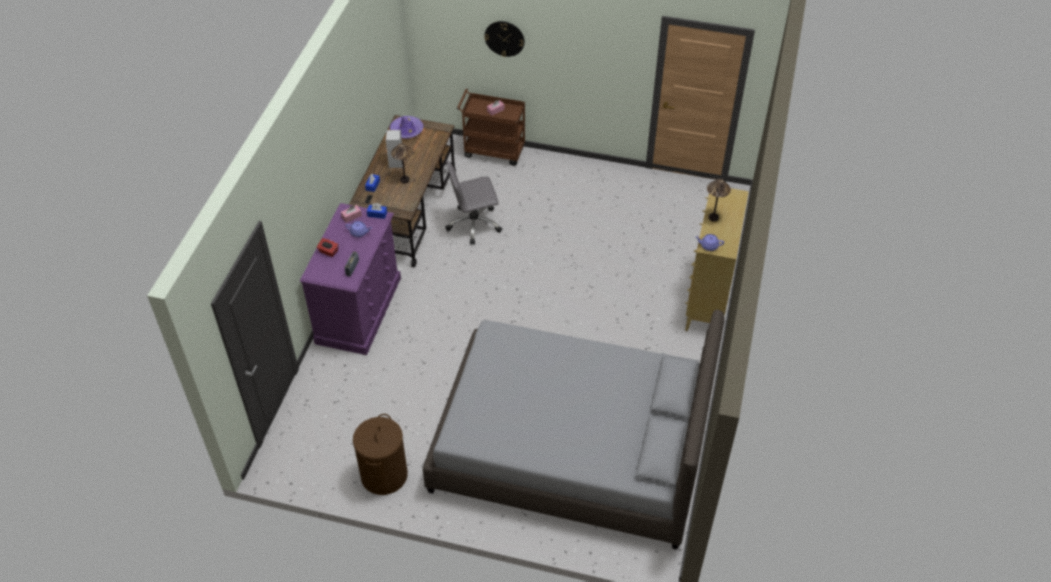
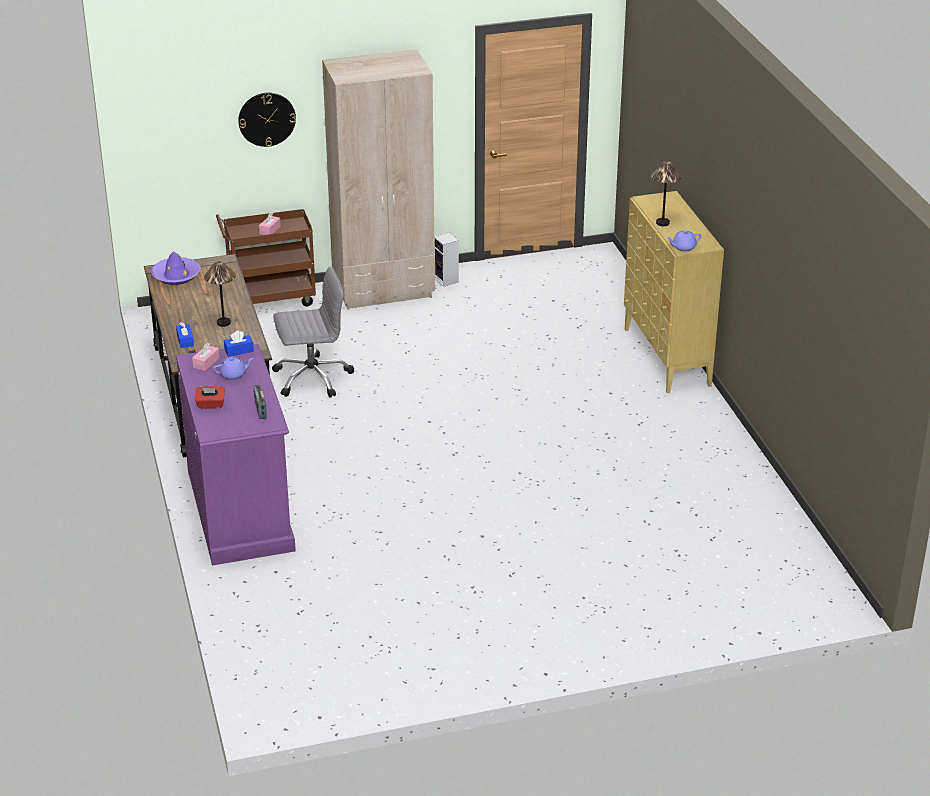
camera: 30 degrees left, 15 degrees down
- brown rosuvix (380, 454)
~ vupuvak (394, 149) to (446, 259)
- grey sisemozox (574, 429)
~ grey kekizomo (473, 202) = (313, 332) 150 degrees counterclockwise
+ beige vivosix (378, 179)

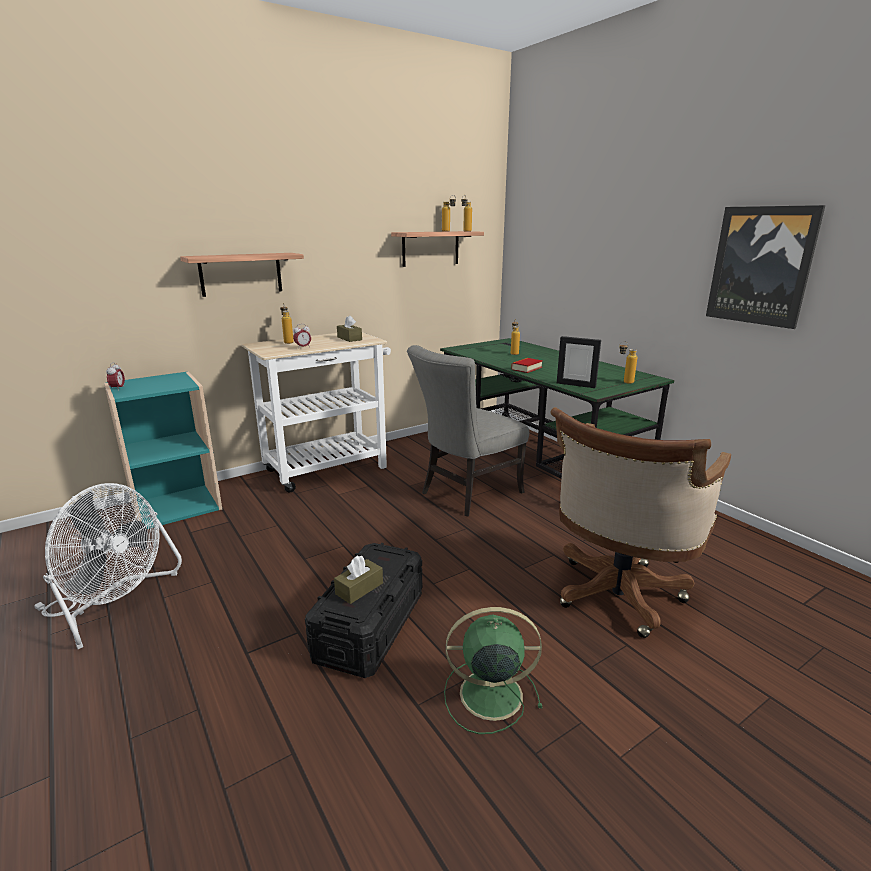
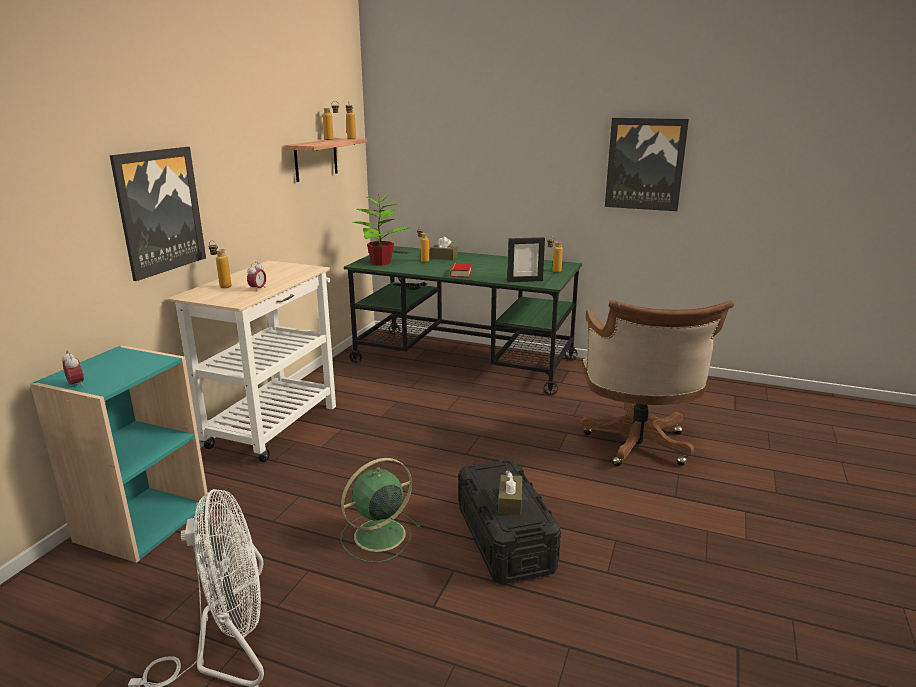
camera: 35 degrees left, 0 degrees up
~ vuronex (242, 275) to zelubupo (158, 214)
~ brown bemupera (349, 328) to (444, 248)
- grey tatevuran (468, 431)
~ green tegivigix (493, 670) to (380, 510)
+ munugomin (381, 230)

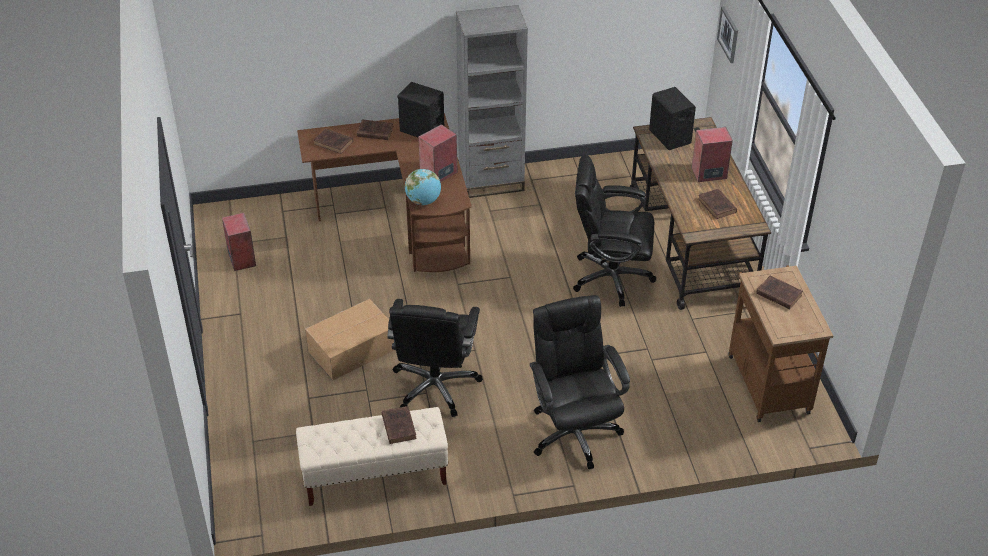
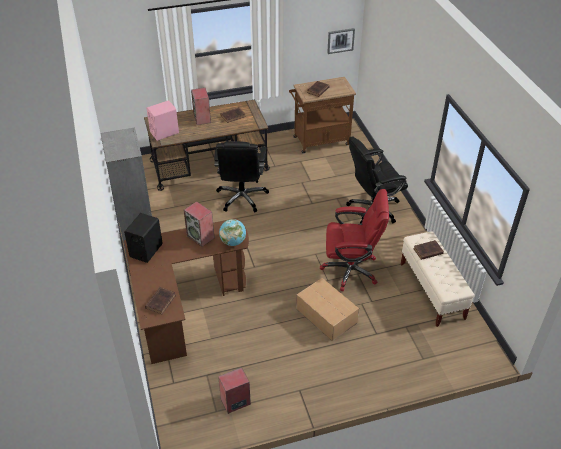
camera: 95 degrees left, 0 degrees up
- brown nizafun (375, 129)
~ black kekizomo (435, 358) to red kekizomo (354, 240)
~ black vupuvak (672, 118) to pink vupuvak (162, 120)
~ zelubupo (727, 35) to (341, 41)

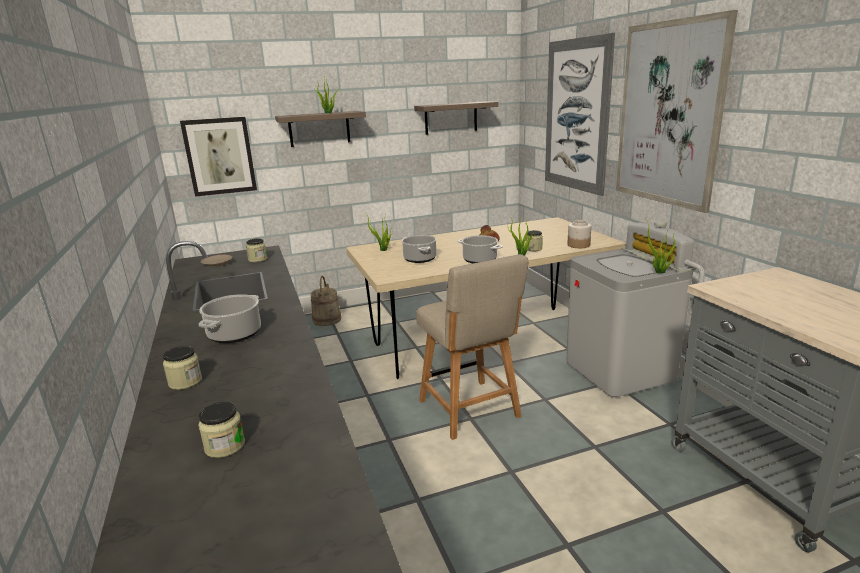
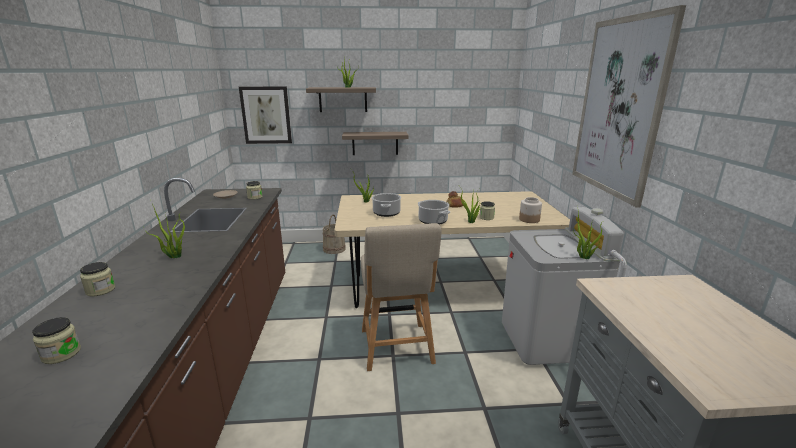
camera: 15 degrees right, 0 degrees up
~ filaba (230, 318) to munugomin (164, 228)
~ vuronex (456, 118) to (375, 143)
- zelubupo (580, 114)

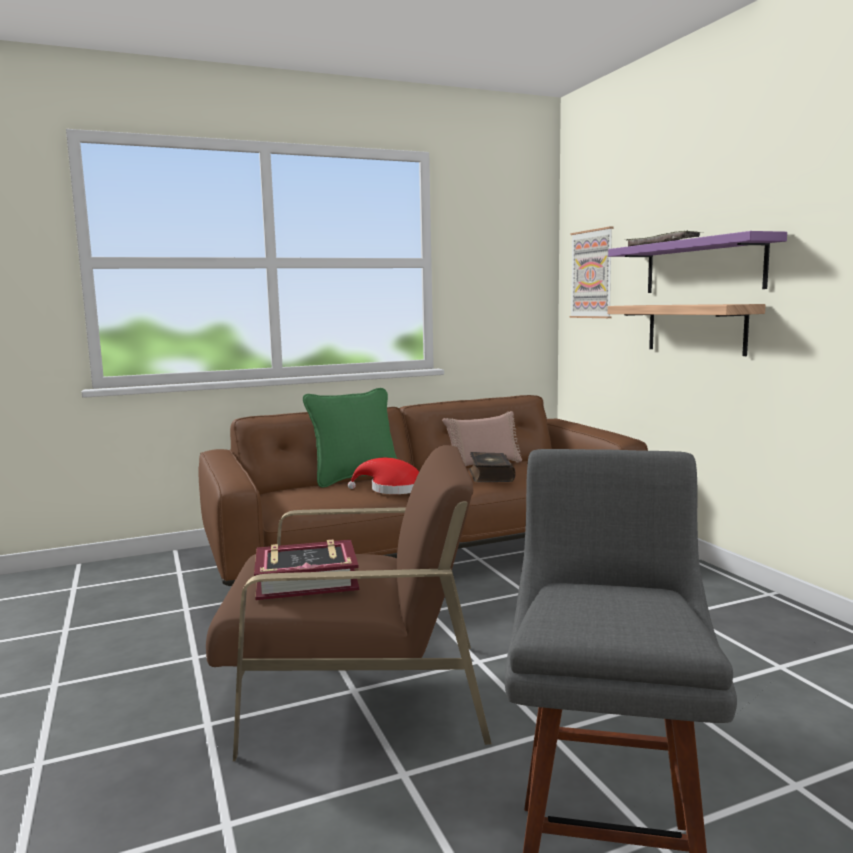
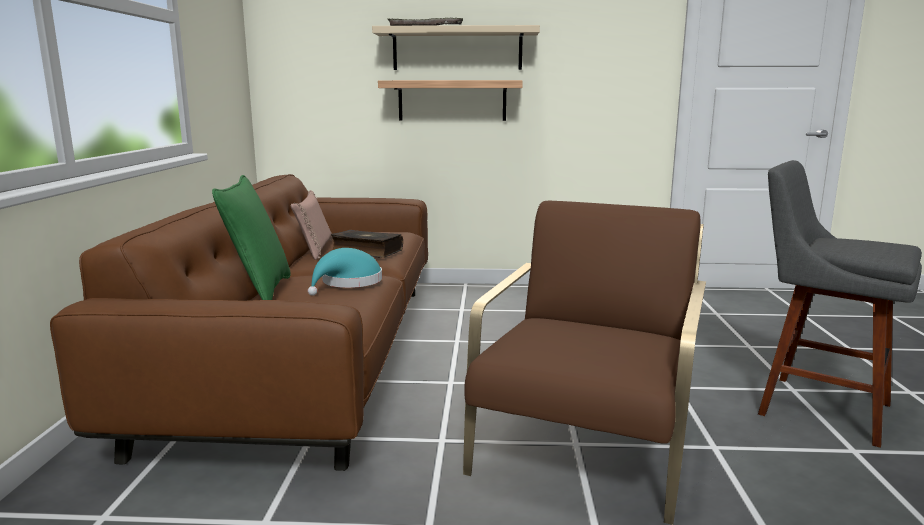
camera: 65 degrees left, 5 degrees up
- nizafun (306, 570)
~ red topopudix (383, 476) to turquoise topopudix (345, 272)
- zelubupo (592, 272)
~ purple vuronex (697, 262) to beige vuronex (456, 47)

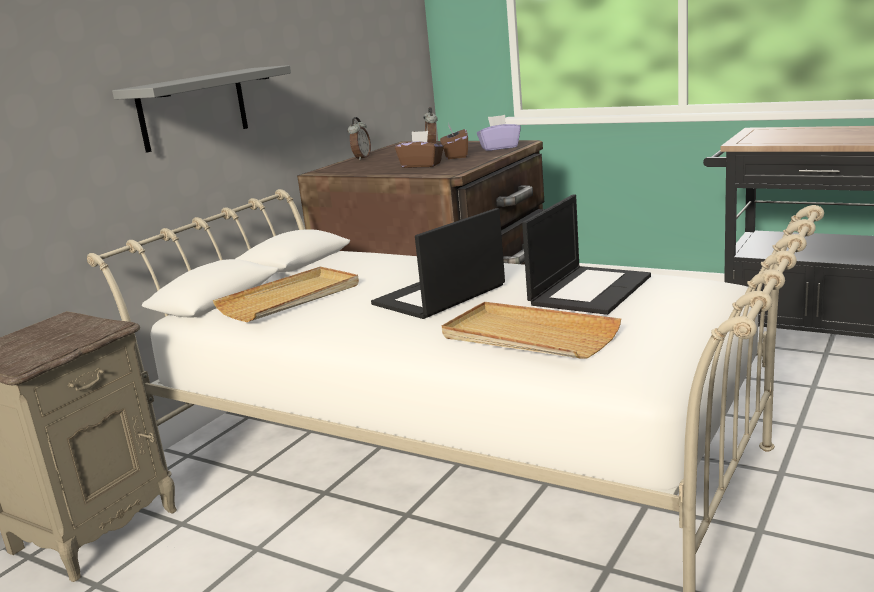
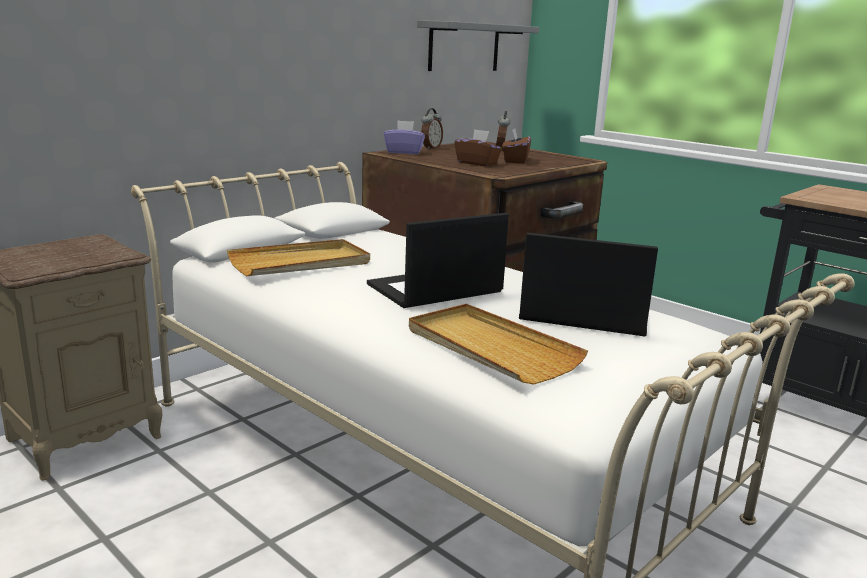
camera: 10 degrees right, 0 degrees up
~ grey vuronex (201, 109) to (478, 45)
~ purple bemupera (499, 133) to (404, 137)
~ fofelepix (586, 255) = (588, 284) 120 degrees counterclockwise

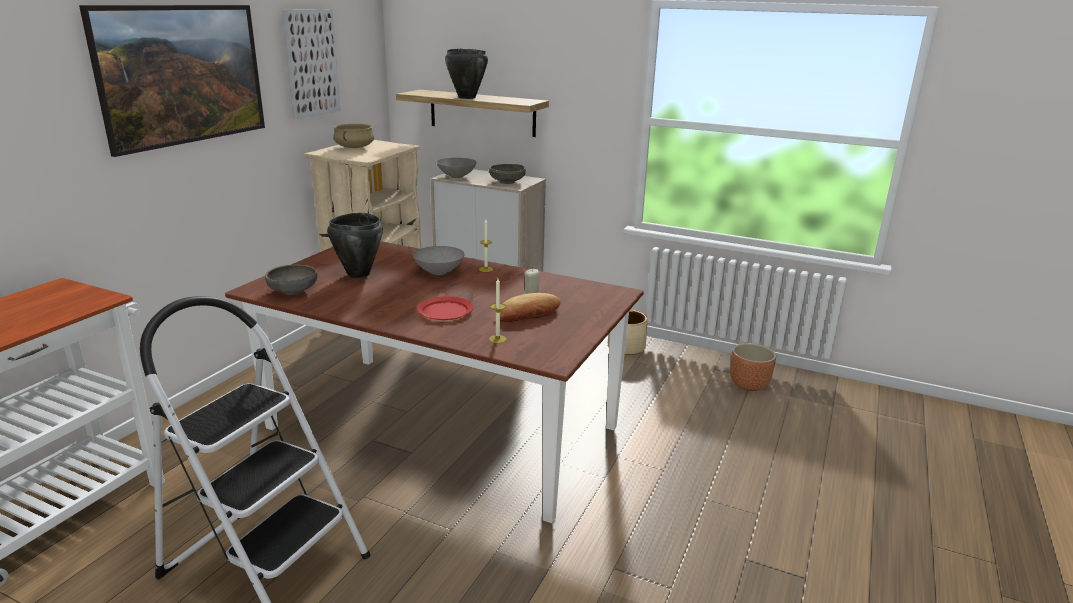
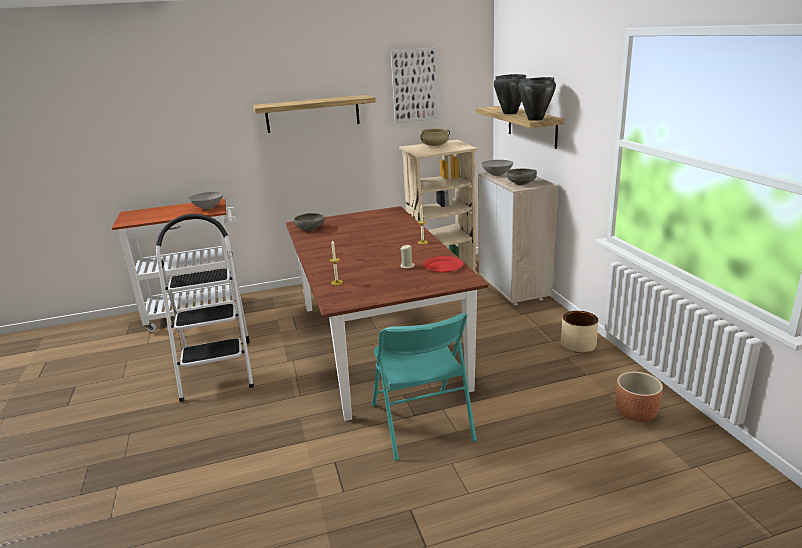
camera: 50 degrees right, 0 degrees up
~ zelubupo (172, 81) to vuronex (314, 114)
~ black filaba (355, 245) to (537, 99)
~ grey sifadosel (438, 260) to (206, 201)
~ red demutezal (445, 308) to (443, 264)
- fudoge (530, 307)
+ turquoise tatevuran (424, 387)

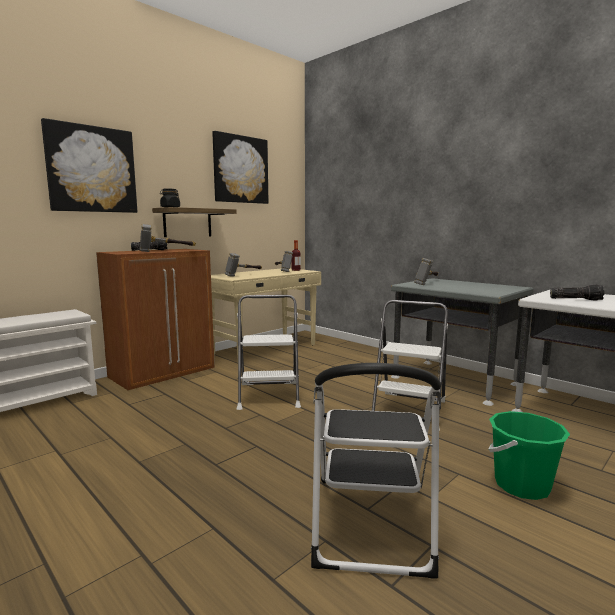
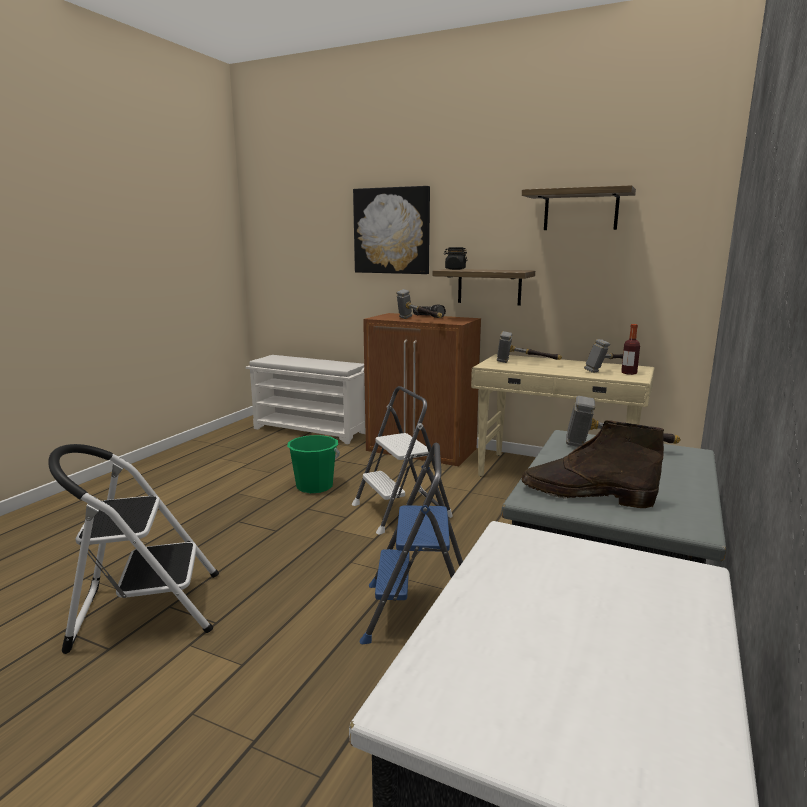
camera: 70 degrees right, 5 degrees up
~ zelubupo (240, 167) to vuronex (579, 207)
~ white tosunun (410, 365) to blue tosunun (411, 543)
~ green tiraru (529, 455) to (313, 464)
- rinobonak (577, 293)
+ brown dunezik (593, 464)

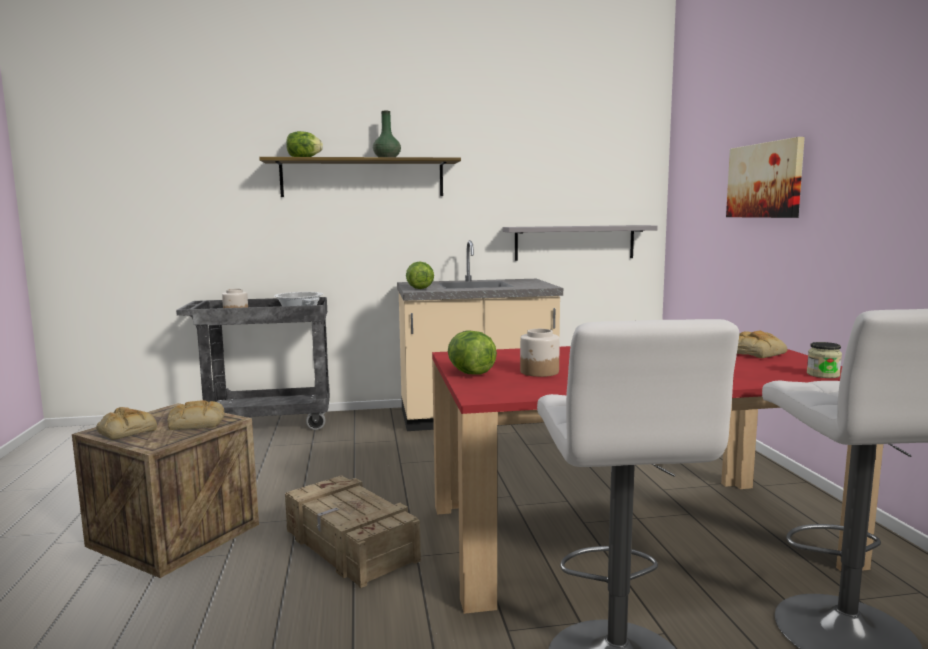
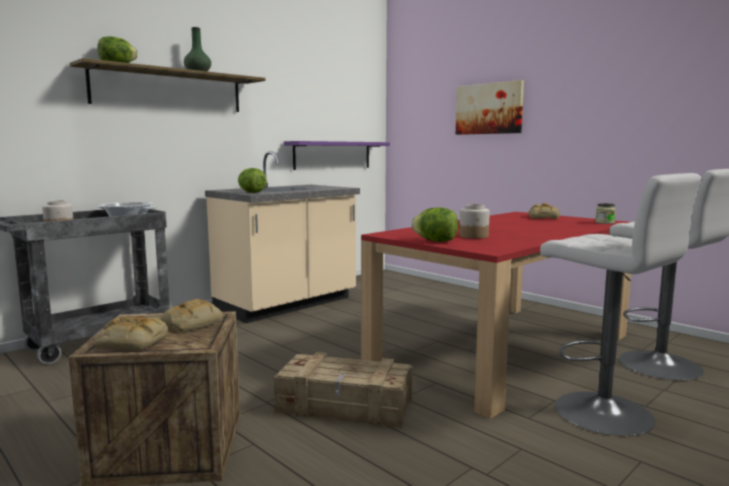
camera: 35 degrees left, 0 degrees up
~ grey vuronex (580, 243) to purple vuronex (337, 155)

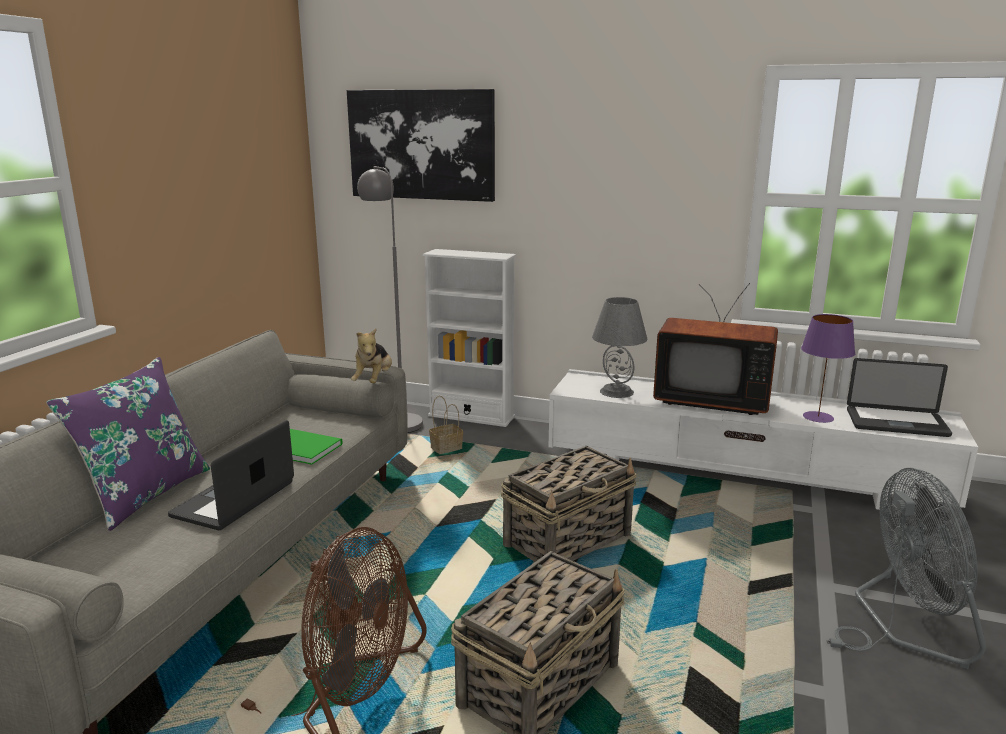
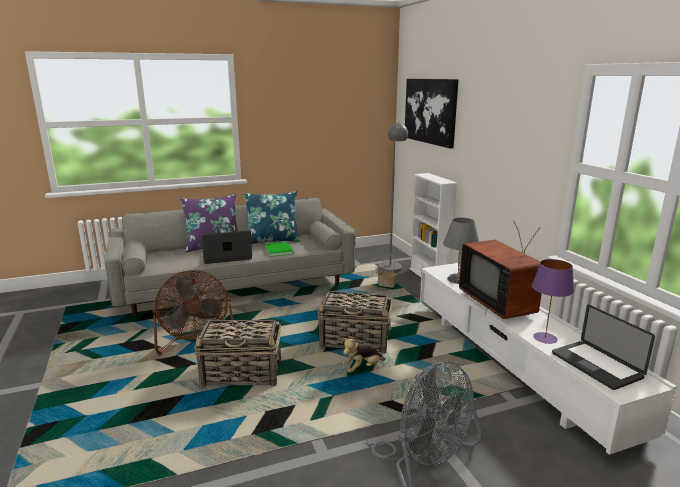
camera: 50 degrees right, 0 degrees up
~ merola (371, 355) to (363, 355)
+ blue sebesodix (272, 217)

